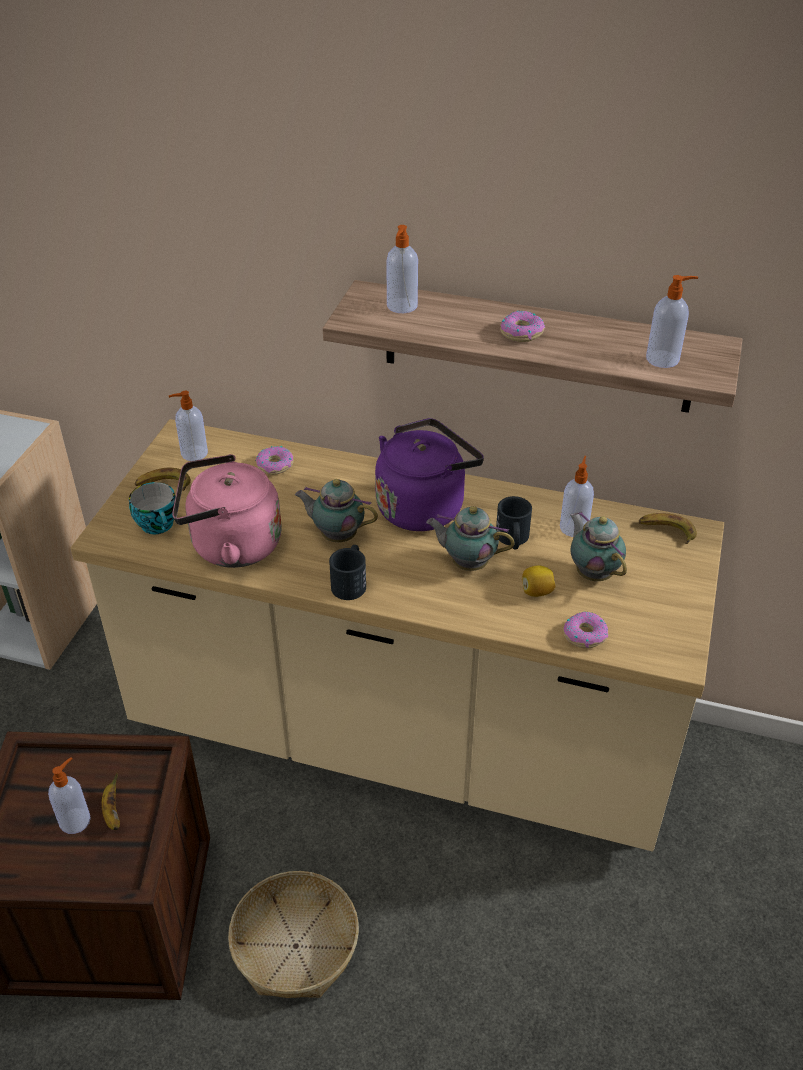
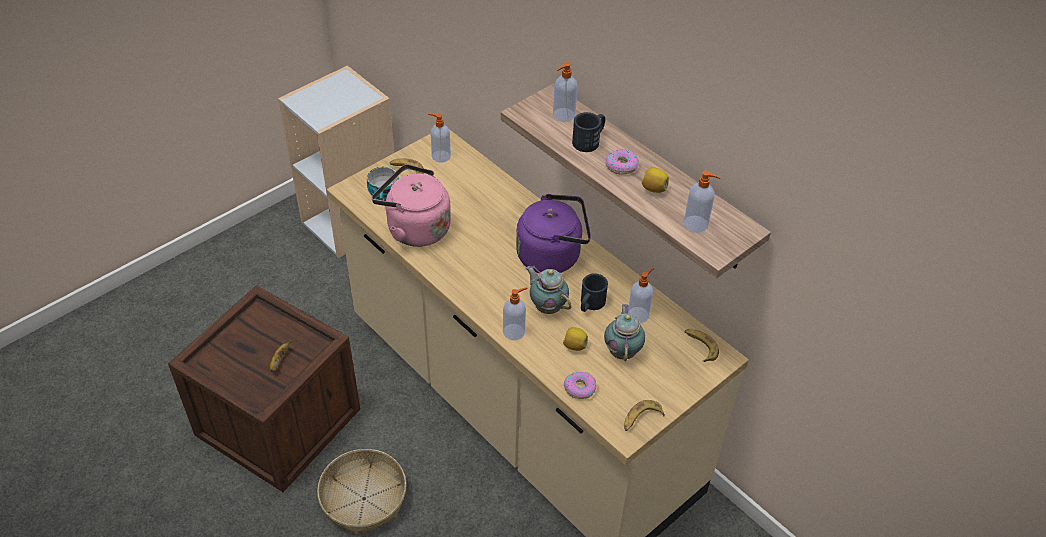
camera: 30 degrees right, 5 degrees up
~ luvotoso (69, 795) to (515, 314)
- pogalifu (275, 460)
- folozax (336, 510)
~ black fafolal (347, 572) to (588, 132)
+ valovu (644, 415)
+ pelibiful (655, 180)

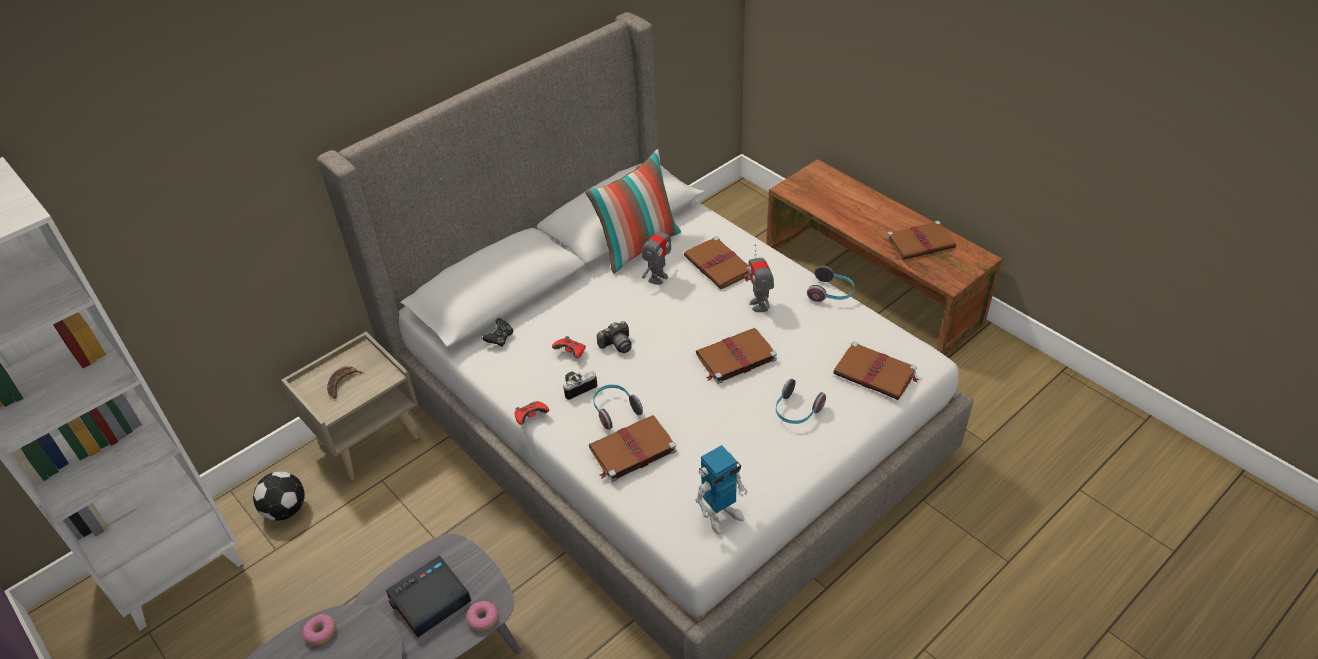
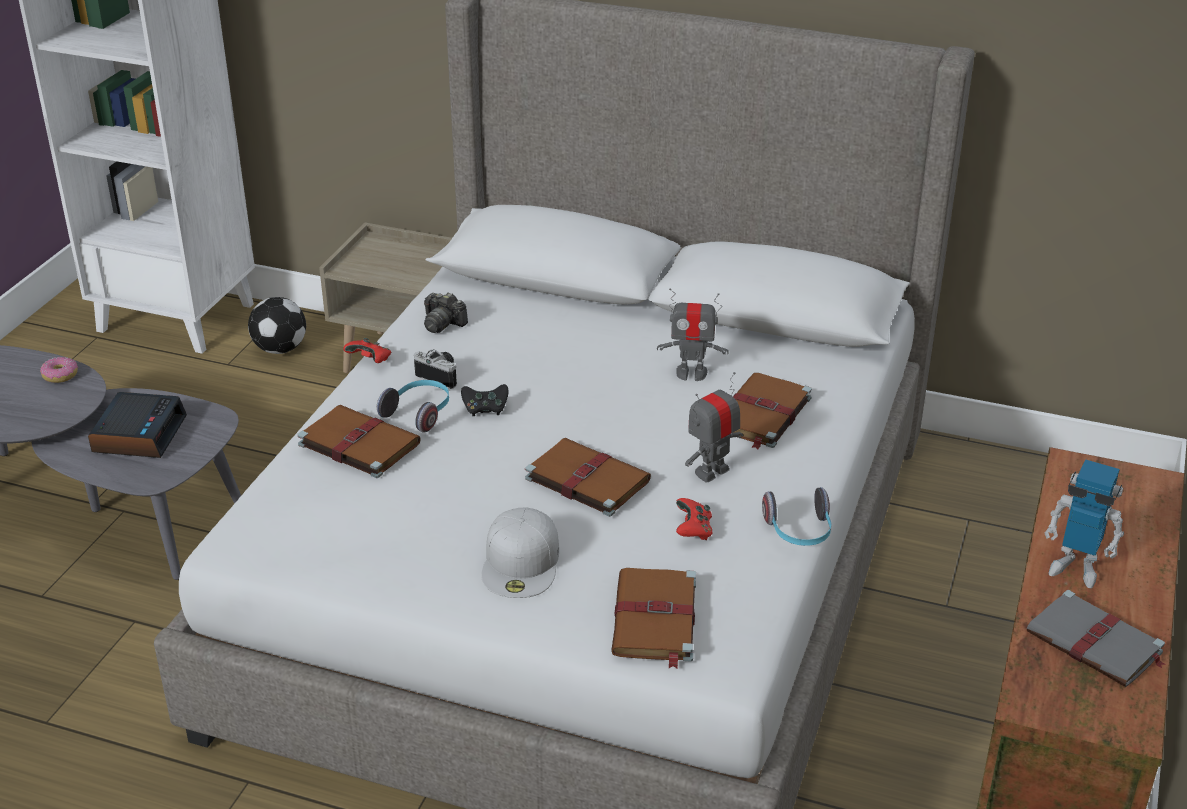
camera: 60 degrees right, 10 degrees down
- valovu (345, 382)
~ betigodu (428, 596) = (137, 425) 75 degrees clockwise
- pogalifu (482, 616)
~ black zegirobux (497, 332) to (485, 400)
~ red zegirobux (569, 347) to (694, 519)
- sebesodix (633, 211)
~ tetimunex (614, 337) to (446, 312)
~ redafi (721, 490) to (1084, 524)
~ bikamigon (801, 401) to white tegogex (520, 552)
~ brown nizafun (921, 240) to grey nizafun (1096, 638)

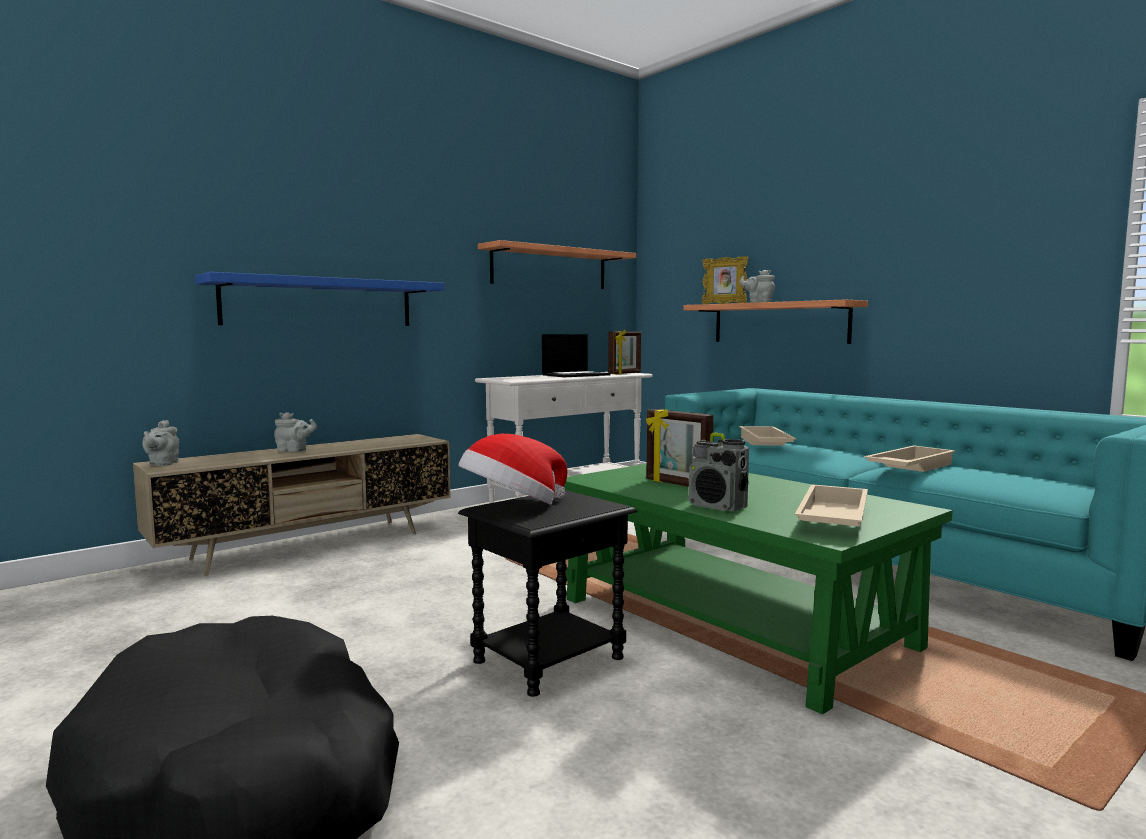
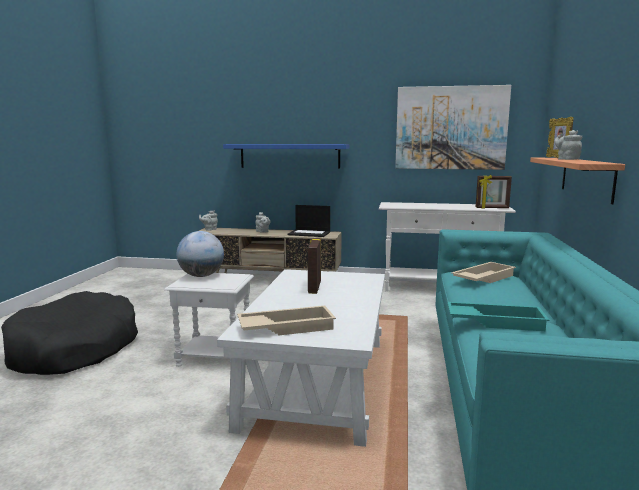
camera: 50 degrees right, 5 degrees up
~ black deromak (548, 593) to white deromak (209, 320)
~ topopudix (513, 469) to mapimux (200, 254)
~ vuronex (557, 264) to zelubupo (453, 127)
~ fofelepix (576, 355) to (309, 221)
~ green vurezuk (758, 589) to white vurezuk (301, 358)
- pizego (719, 472)
~ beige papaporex (910, 459) to turquoise papaporex (498, 316)

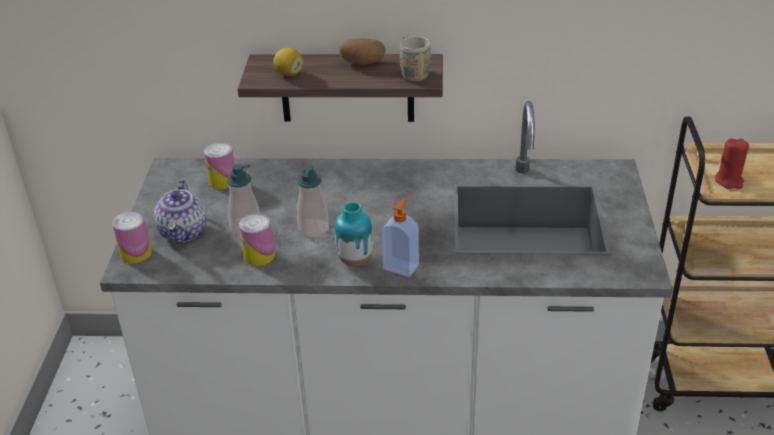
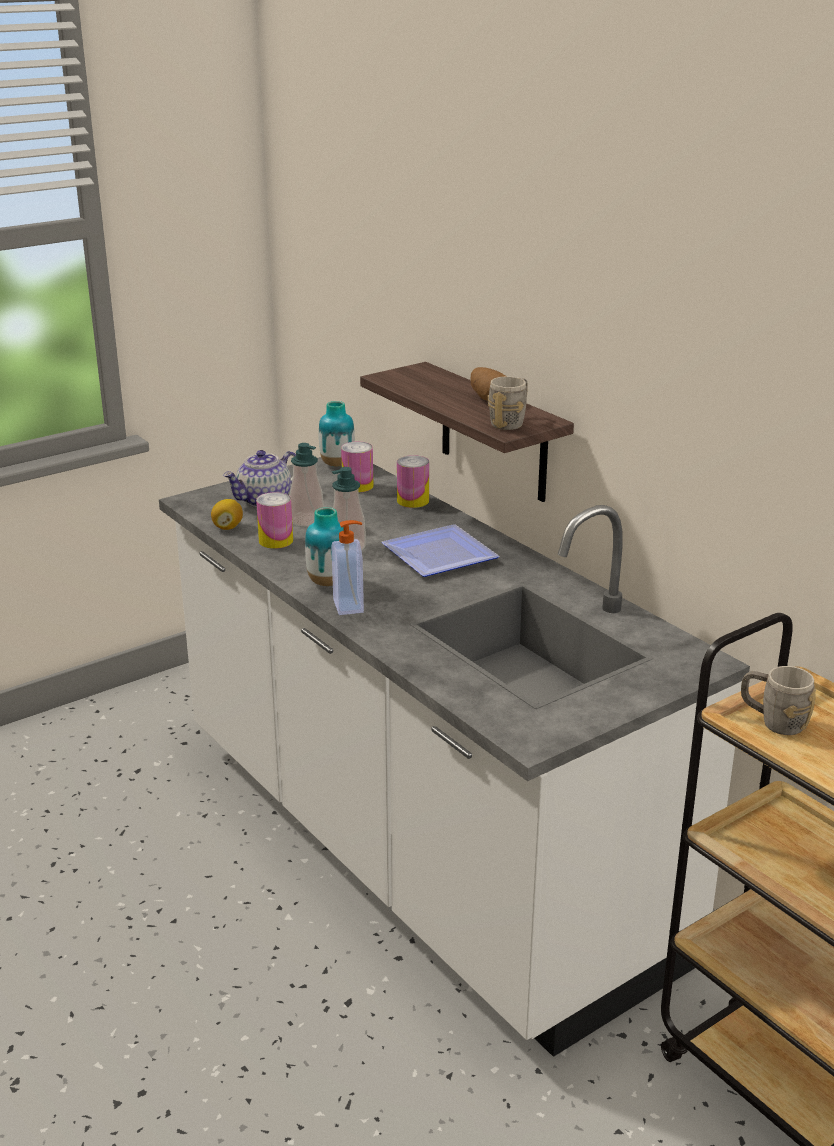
camera: 50 degrees right, 10 degrees down
~ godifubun (132, 237) to (413, 481)
~ pelibiful (288, 62) to (227, 514)
~ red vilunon (732, 164) to grey fafolal (778, 700)
+ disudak (337, 434)
+ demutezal (440, 550)

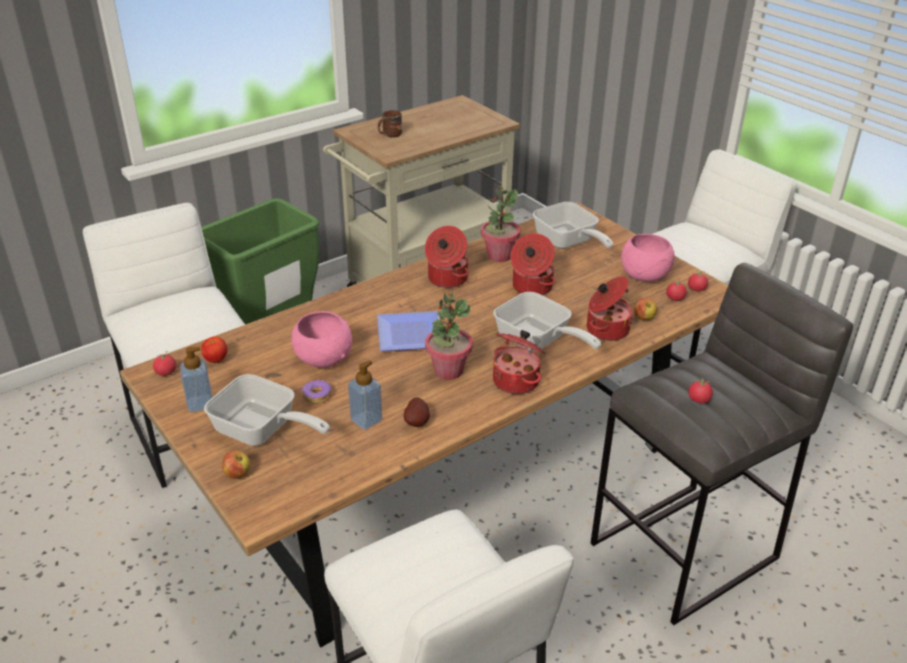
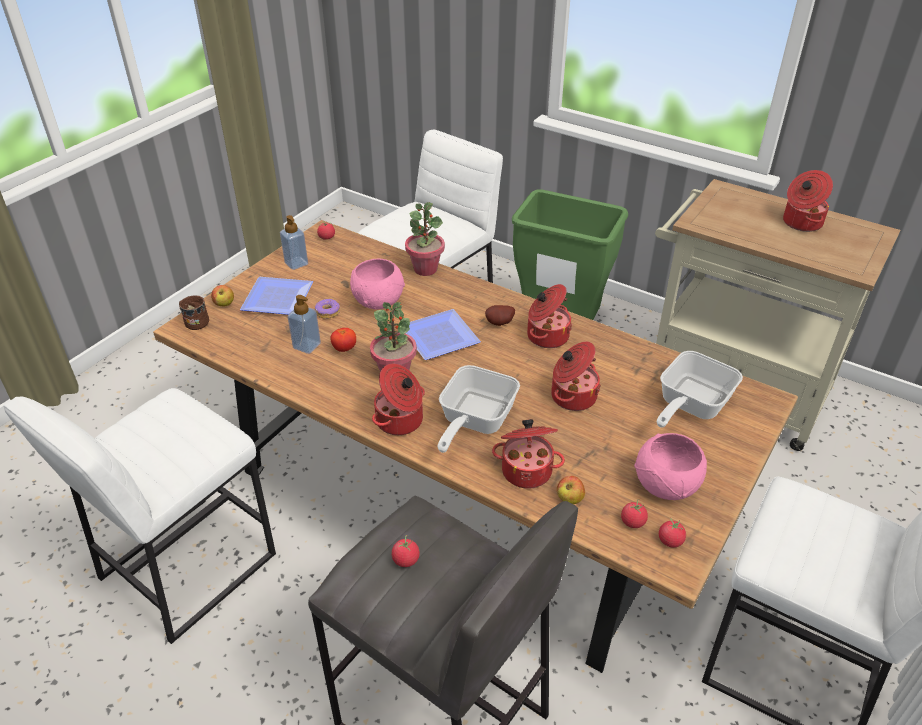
camera: 70 degrees right, 5 degrees up
~ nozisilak (214, 350) to (343, 340)
~ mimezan (266, 410) to demutezal (276, 296)
~ brown fafolal (390, 124) to (194, 312)
~ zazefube (417, 412) to (500, 315)
~ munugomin (500, 224) to (425, 239)
+ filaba (808, 201)

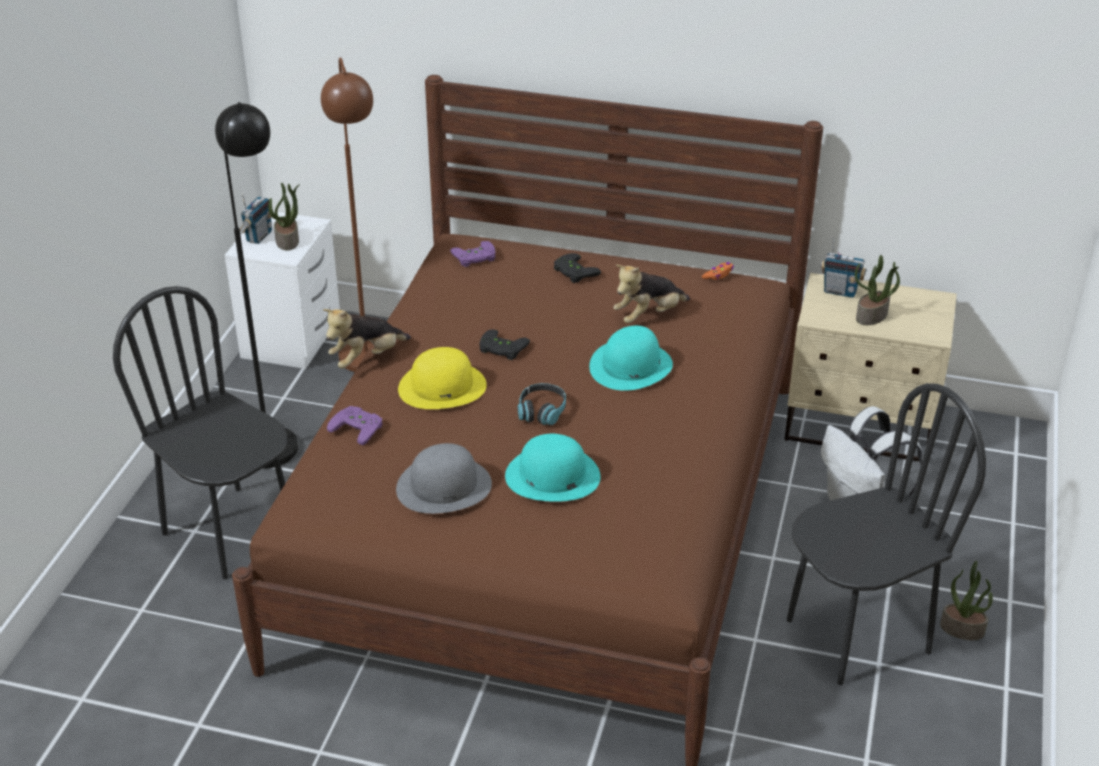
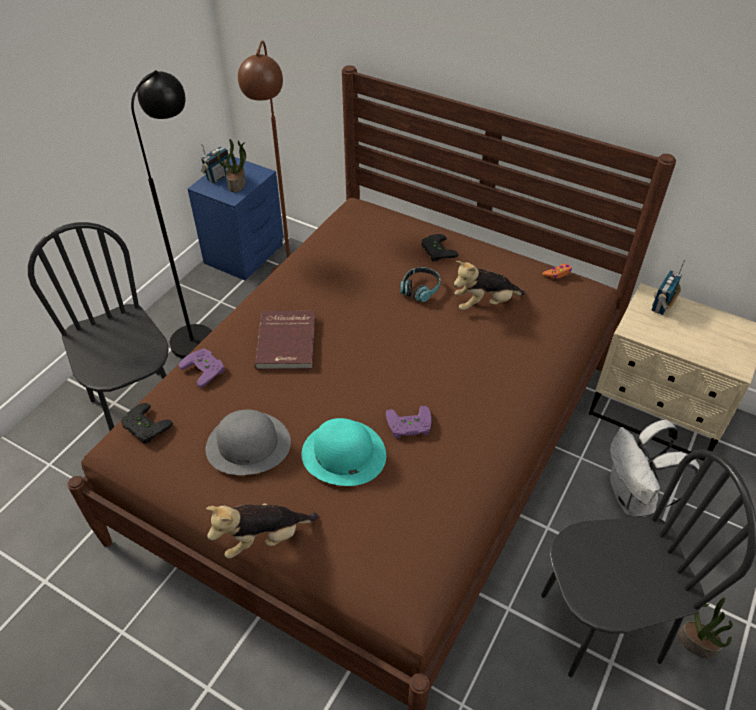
camera: 15 degrees right, 10 degrees up
~ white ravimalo (282, 290) to blue ravimalo (236, 218)
~ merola (367, 339) to (262, 531)
~ yellow topopudix (442, 378) to red nizafun (284, 340)
~ purple zegirobux (472, 254) to (409, 422)
~ black zegirobux (504, 345) to (147, 423)
~ bikamigon (542, 404) to (420, 284)
- turquoise topopudix (631, 358)
~ pizego (844, 267) = (668, 287) 90 degrees clockwise
- munugomin (877, 290)

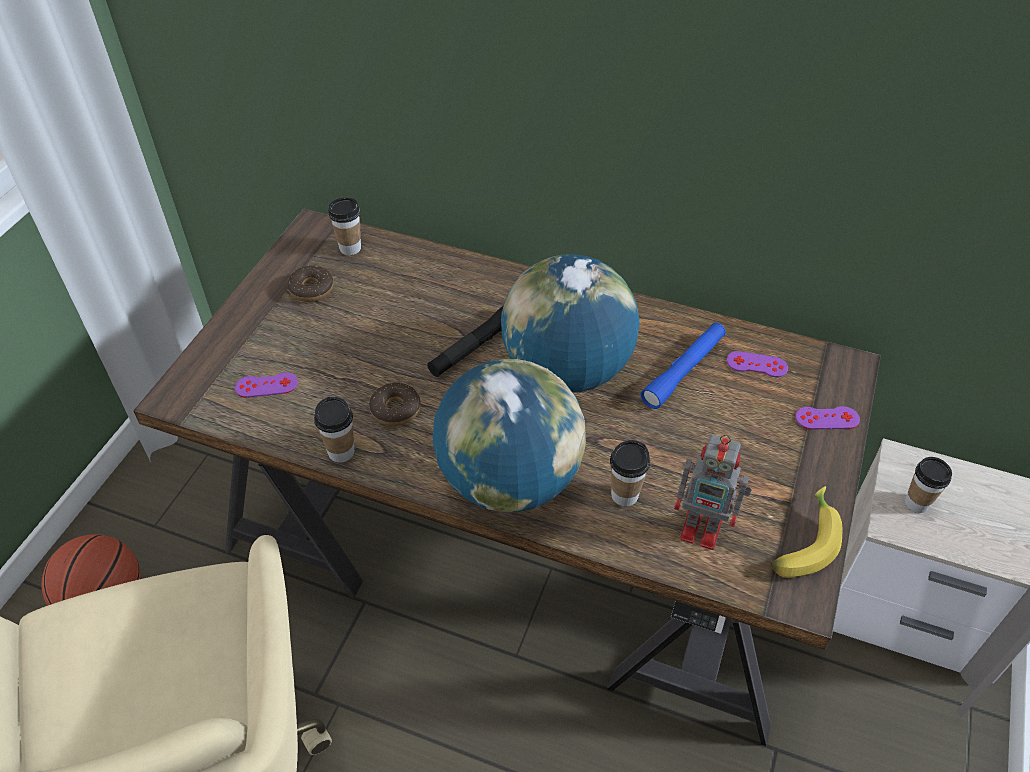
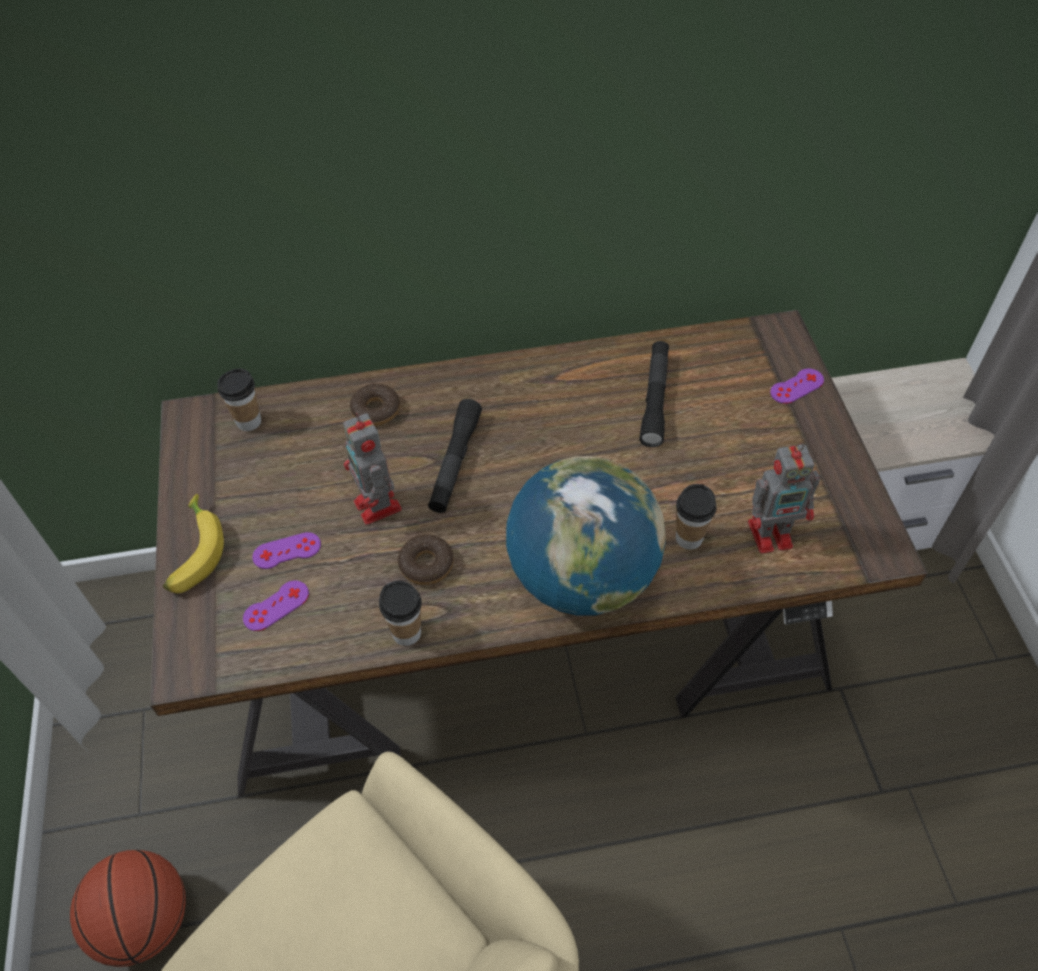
camera: 30 degrees left, 5 degrees up
~ pogalifu (310, 284) to (375, 405)
- mapimux (570, 323)
~ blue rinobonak (683, 366) to black rinobonak (654, 394)
~ purple zegirobux (757, 364) to (286, 550)
~ valovu (806, 532) to (193, 543)
- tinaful (928, 485)
+ redafi (372, 469)

